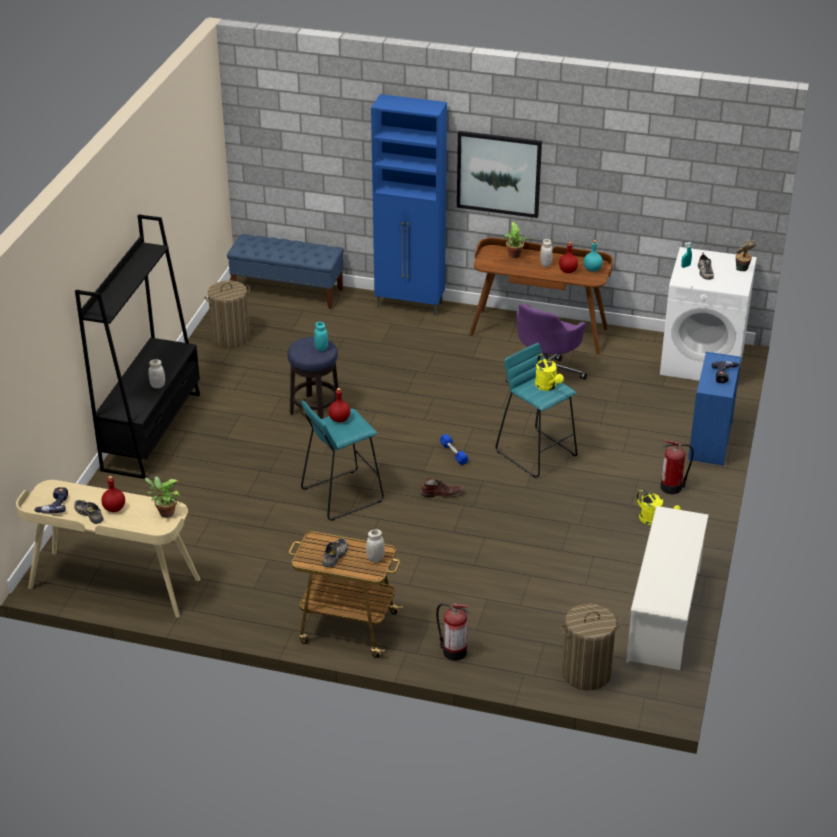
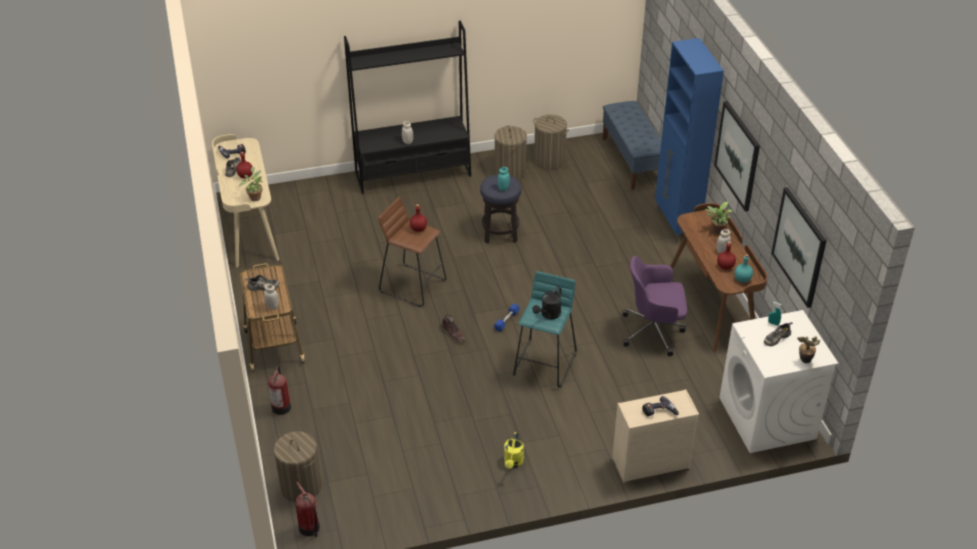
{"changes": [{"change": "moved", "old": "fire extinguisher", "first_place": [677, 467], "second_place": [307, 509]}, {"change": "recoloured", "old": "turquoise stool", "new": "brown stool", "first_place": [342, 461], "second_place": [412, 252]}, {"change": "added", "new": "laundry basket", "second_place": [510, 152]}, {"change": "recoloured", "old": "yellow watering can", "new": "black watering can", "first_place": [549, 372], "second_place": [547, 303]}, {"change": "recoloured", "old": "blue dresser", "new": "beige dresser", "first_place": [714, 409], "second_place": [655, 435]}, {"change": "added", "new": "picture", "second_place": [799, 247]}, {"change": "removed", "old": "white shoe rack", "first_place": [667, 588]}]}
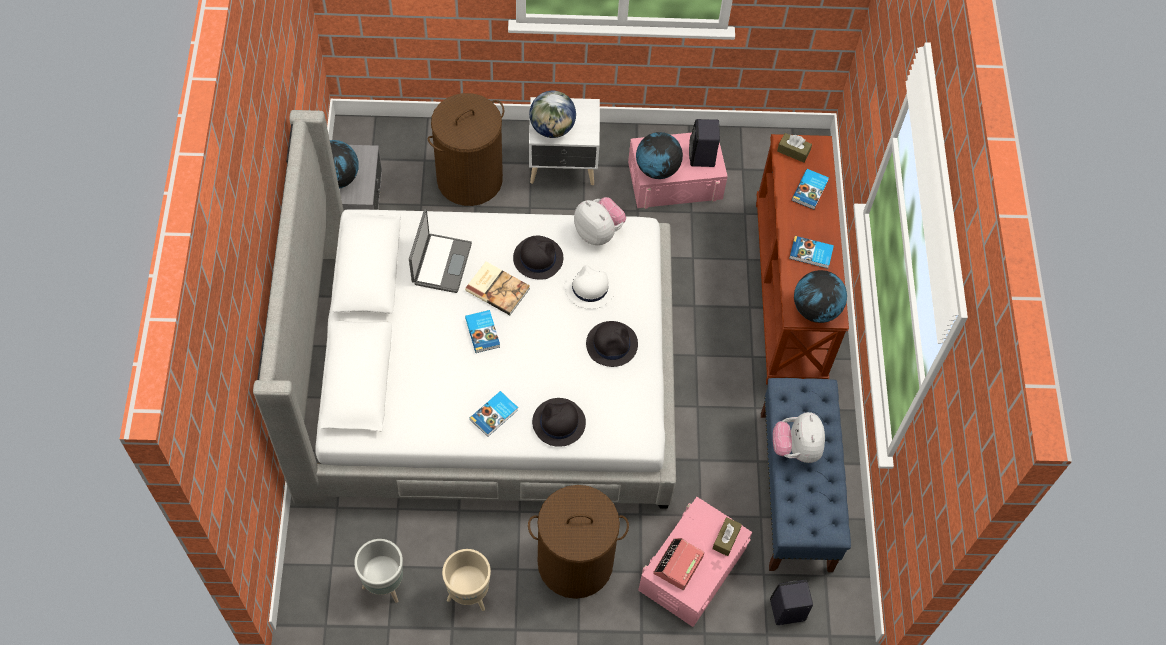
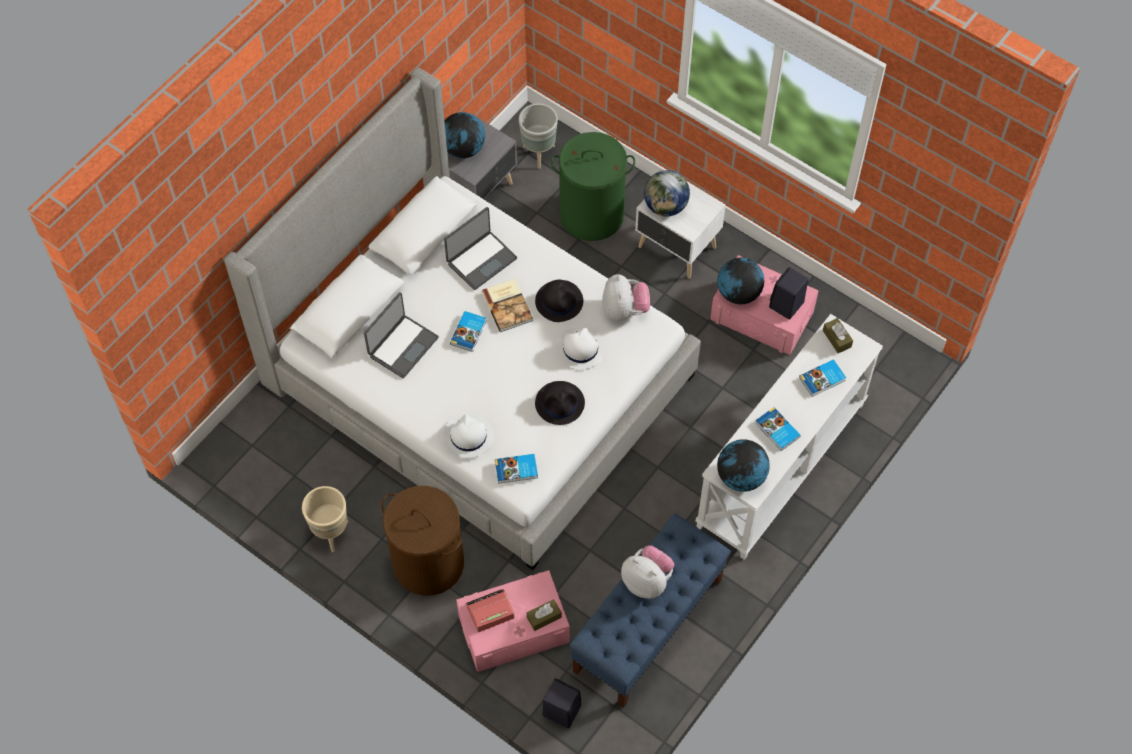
{"changes": [{"change": "added", "new": "laptop", "second_place": [401, 335]}, {"change": "recoloured", "old": "black hat", "new": "white hat", "first_place": [559, 422], "second_place": [468, 435]}, {"change": "moved", "old": "book", "first_place": [494, 414], "second_place": [516, 469]}, {"change": "moved", "old": "grey planter", "first_place": [378, 571], "second_place": [538, 136]}, {"change": "recoloured", "old": "brown laundry basket", "new": "green laundry basket", "first_place": [466, 149], "second_place": [593, 186]}, {"change": "turned", "old": "plush toy", "first_place": [799, 437], "second_place": [647, 572], "degrees": 90}, {"change": "recoloured", "old": "brown console table", "new": "white console table", "first_place": [802, 259], "second_place": [789, 437]}]}
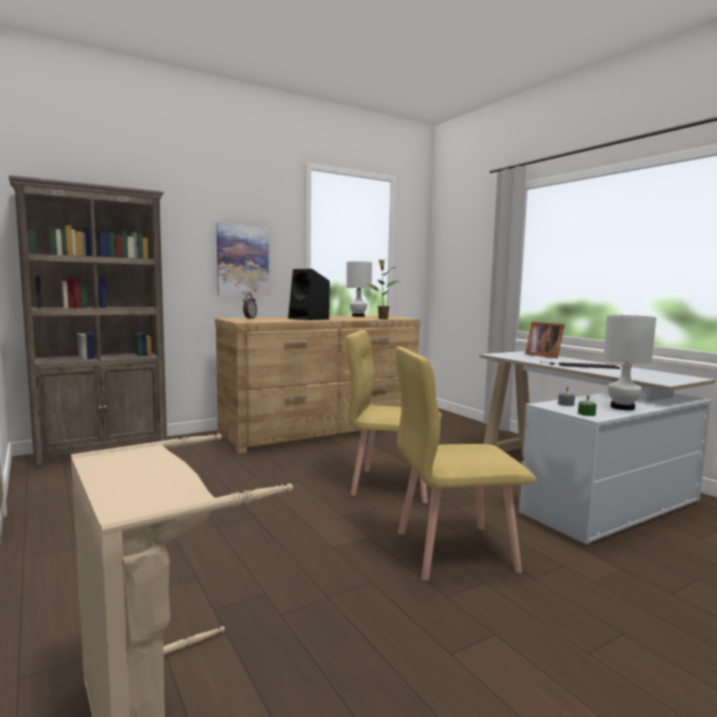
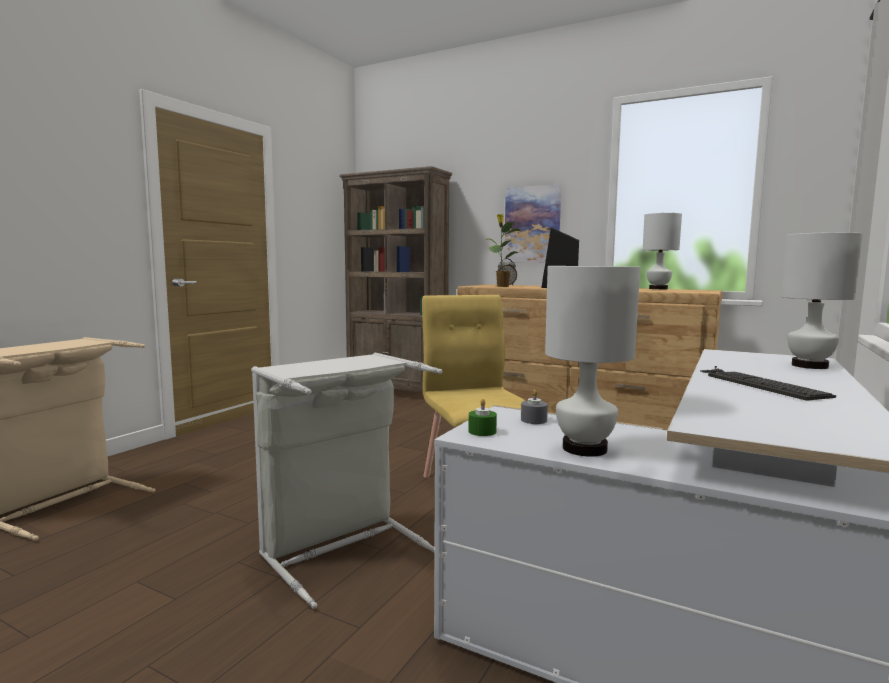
{"changes": [{"change": "replaced", "old": "yellow chair", "new": "grey laundry basket", "first_place": [466, 464], "second_place": [347, 481]}, {"change": "moved", "old": "potted plant", "first_place": [382, 289], "second_place": [503, 250]}, {"change": "replaced", "old": "picture frame", "new": "white table lamp", "first_place": [545, 340], "second_place": [822, 300]}]}
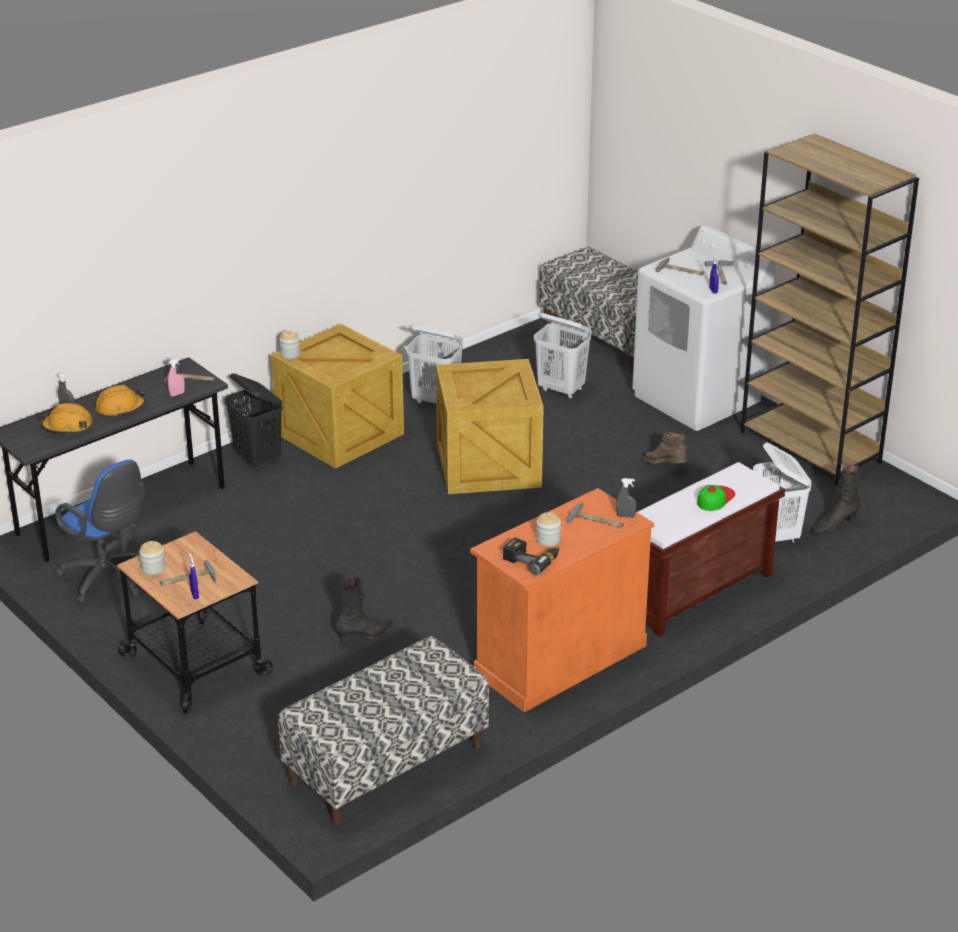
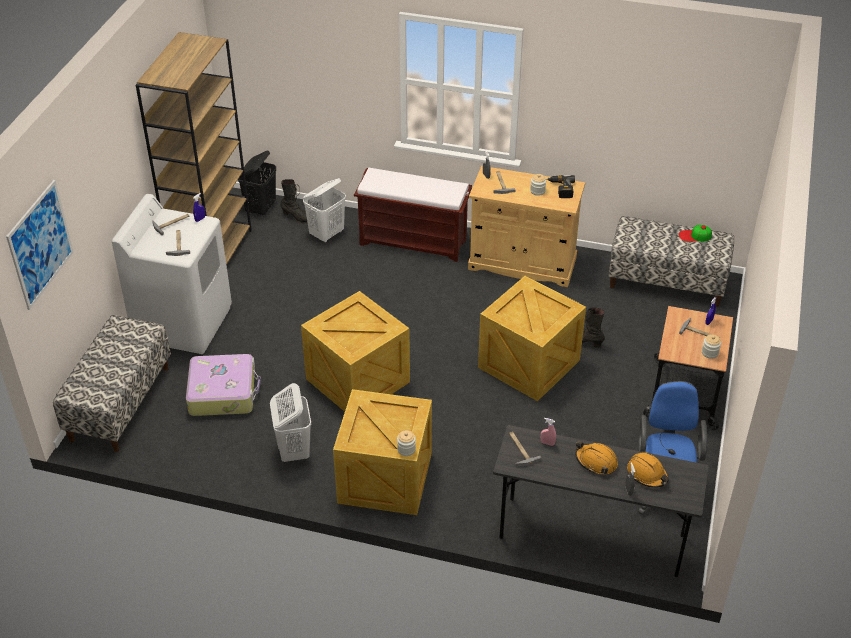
{"changes": [{"change": "added", "new": "picture", "second_place": [40, 245]}, {"change": "replaced", "old": "white laundry basket", "new": "suitcase", "first_place": [562, 356], "second_place": [223, 385]}, {"change": "moved", "old": "black laundry basket", "first_place": [253, 421], "second_place": [257, 183]}, {"change": "recoloured", "old": "orange cabinet", "new": "beige cabinet", "first_place": [562, 600], "second_place": [526, 226]}, {"change": "added", "new": "crate", "second_place": [532, 338]}, {"change": "moved", "old": "cap", "first_place": [716, 498], "second_place": [695, 233]}, {"change": "removed", "old": "brown boot", "first_place": [665, 447]}]}
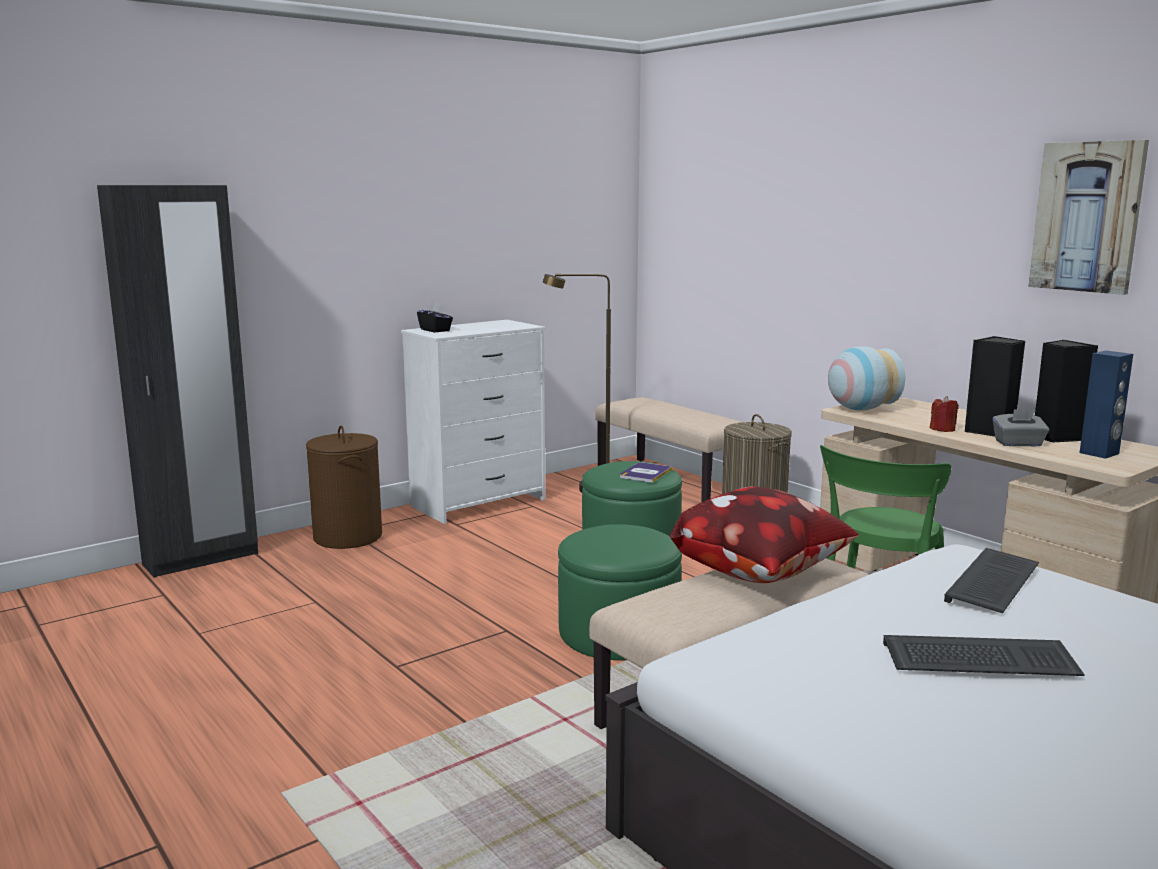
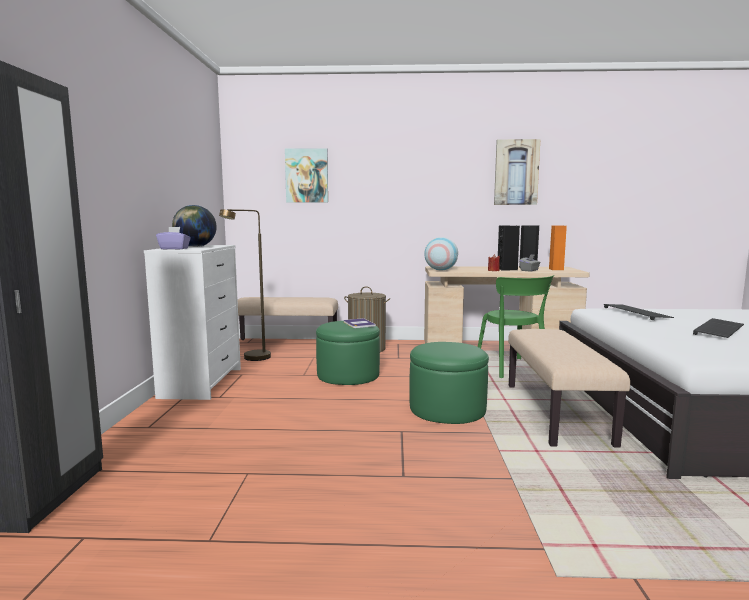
{"changes": [{"change": "recoloured", "old": "black tissue box", "new": "purple tissue box", "first_place": [435, 317], "second_place": [173, 238]}, {"change": "added", "new": "globe", "second_place": [194, 226]}, {"change": "added", "new": "picture", "second_place": [306, 175]}, {"change": "recoloured", "old": "blue speaker", "new": "orange speaker", "first_place": [1106, 405], "second_place": [558, 248]}, {"change": "removed", "old": "brown laundry basket", "first_place": [344, 487]}, {"change": "removed", "old": "pillow", "first_place": [764, 534]}]}
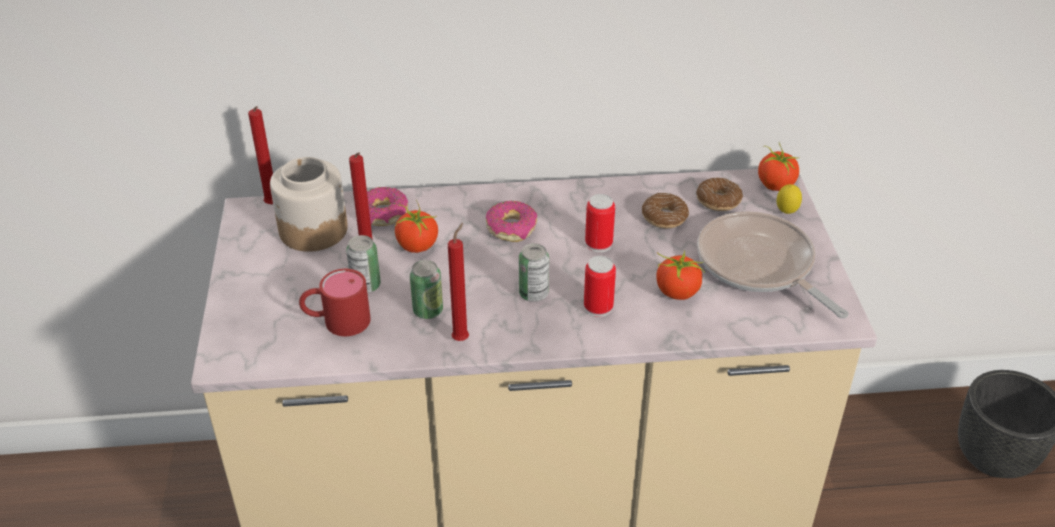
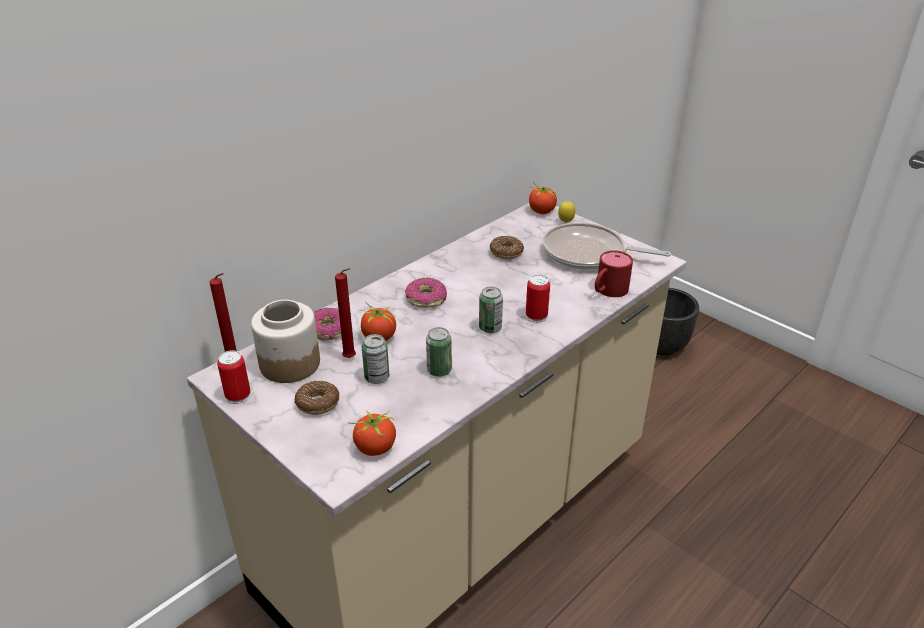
{"changes": [{"change": "moved", "old": "can", "first_place": [600, 223], "second_place": [234, 377]}, {"change": "moved", "old": "donut", "first_place": [719, 194], "second_place": [317, 398]}, {"change": "moved", "old": "tomato", "first_place": [680, 275], "second_place": [372, 433]}, {"change": "moved", "old": "red mug", "first_place": [335, 302], "second_place": [614, 274]}, {"change": "removed", "old": "red candle", "first_place": [458, 282]}]}
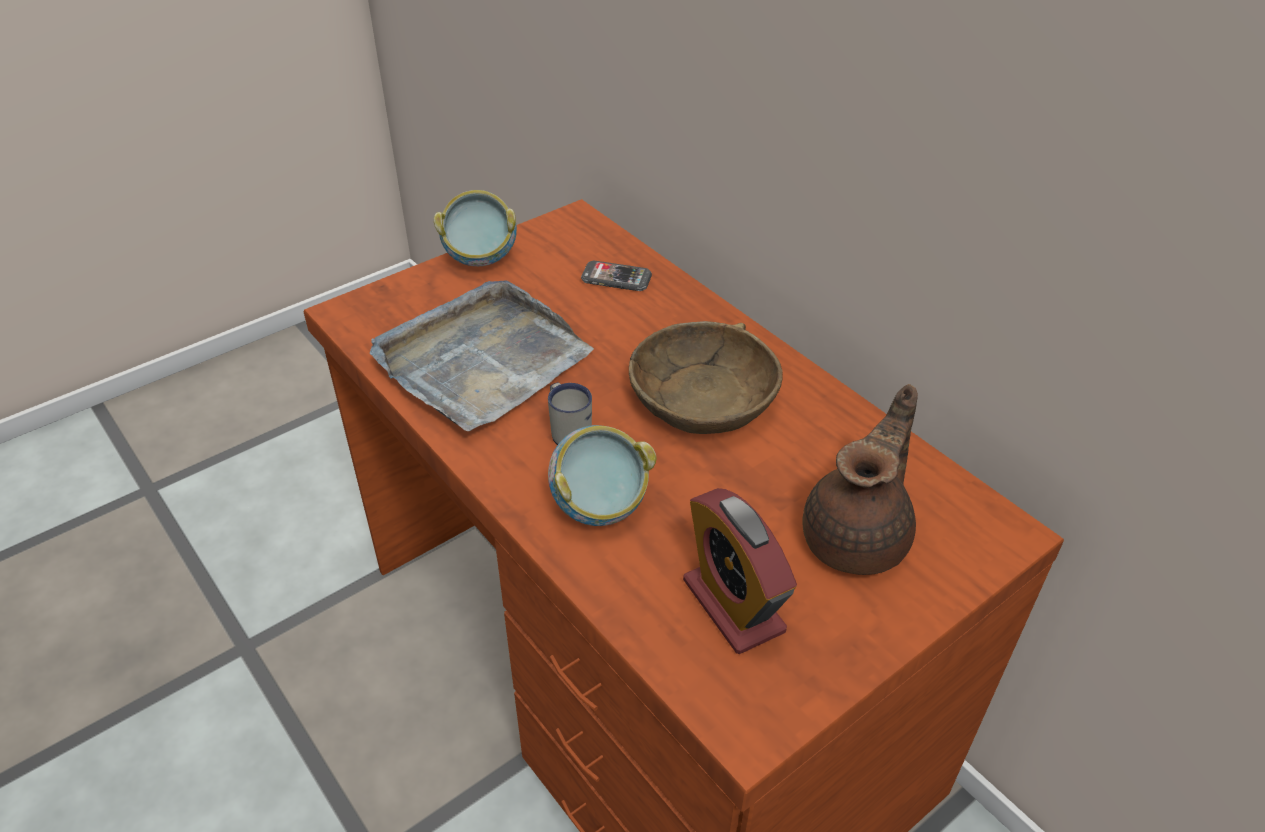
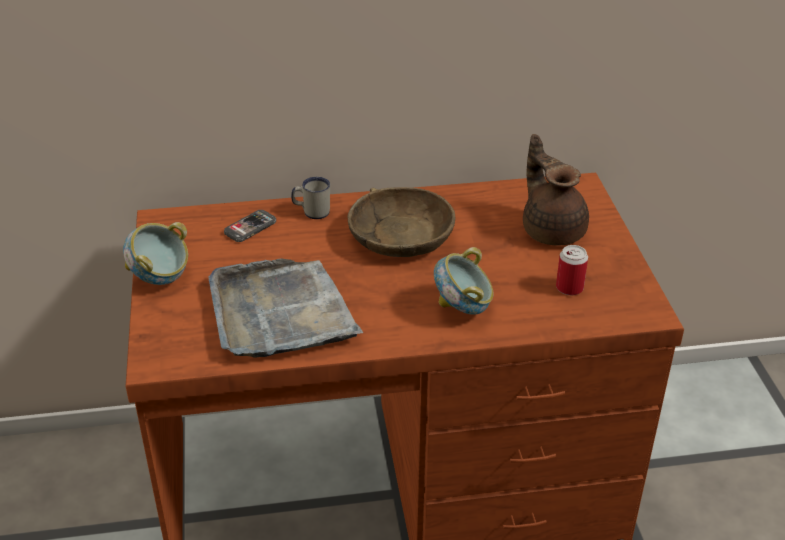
{"changes": [{"change": "moved", "old": "white mug", "first_place": [570, 413], "second_place": [310, 198]}, {"change": "replaced", "old": "alarm clock", "new": "can", "first_place": [740, 571], "second_place": [572, 270]}]}
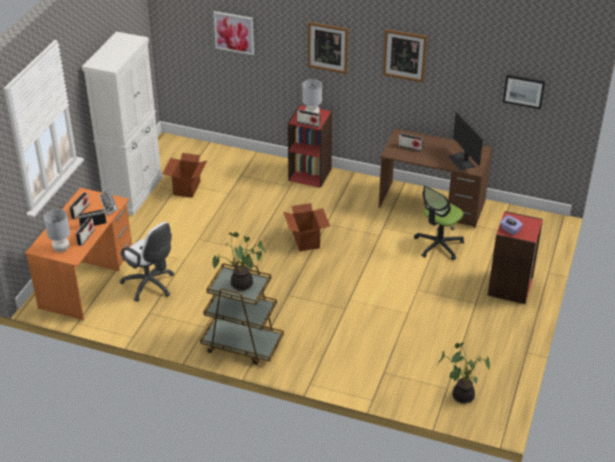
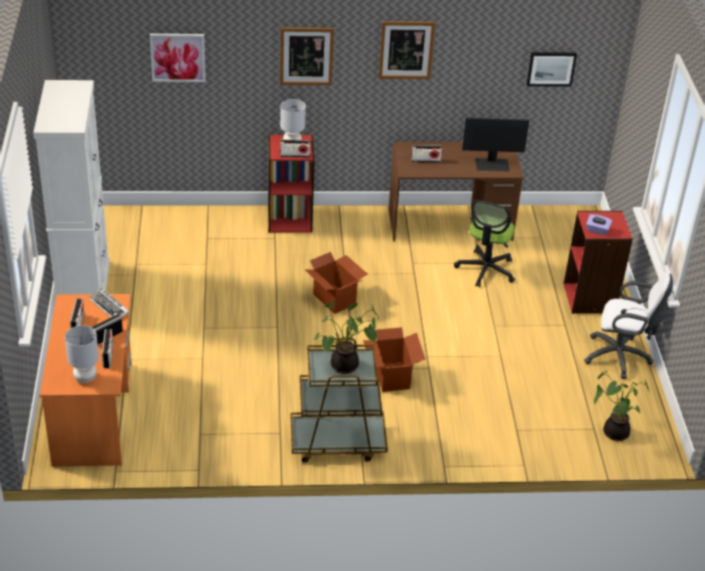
{"changes": [{"change": "moved", "old": "cardboard box", "first_place": [184, 175], "second_place": [394, 359]}, {"change": "turned", "old": "monitor", "first_place": [465, 141], "second_place": [495, 145], "degrees": -45}, {"change": "moved", "old": "white office chair", "first_place": [147, 262], "second_place": [628, 325]}]}
